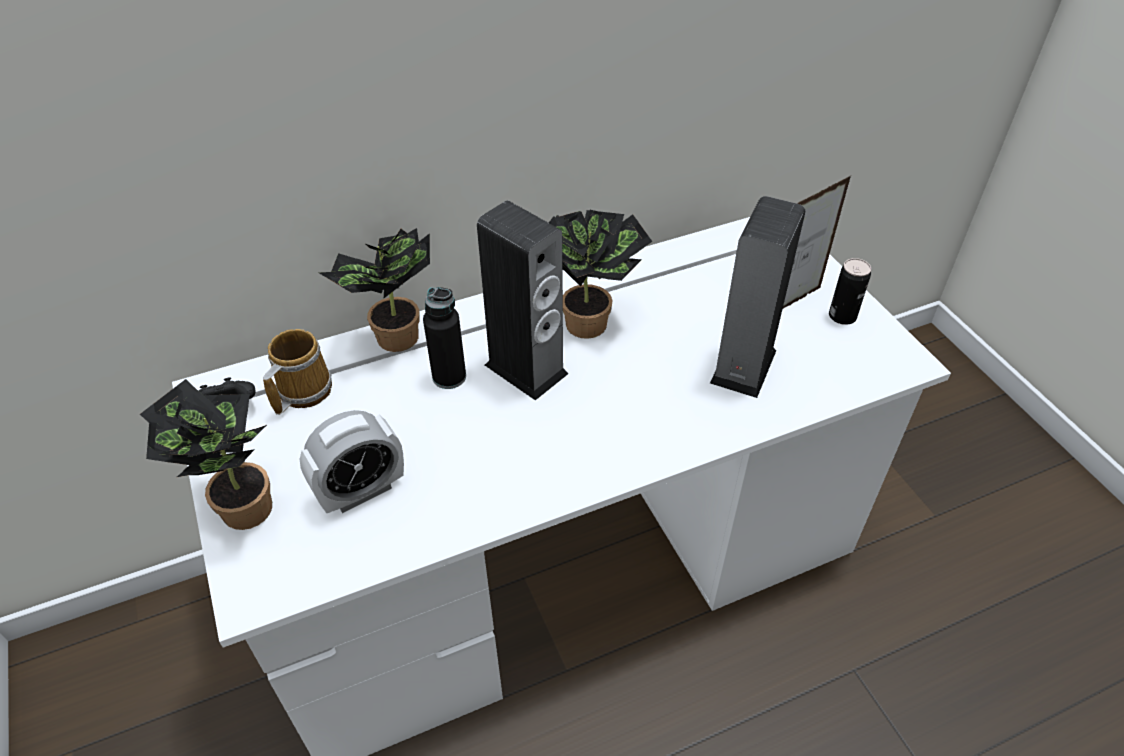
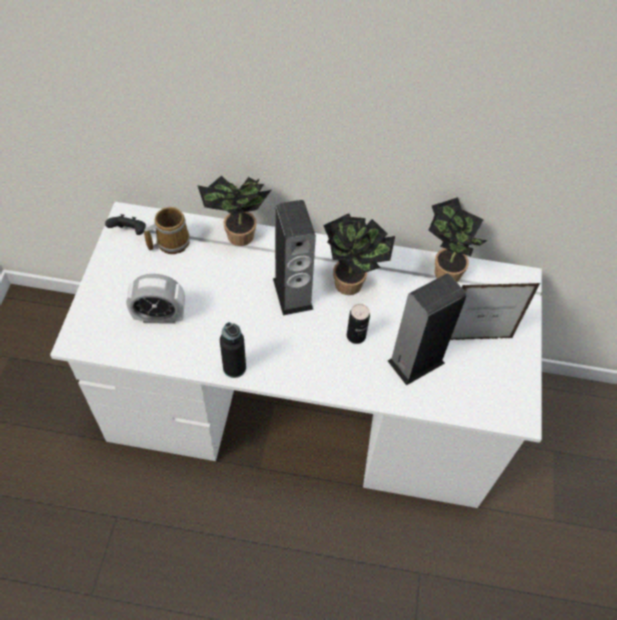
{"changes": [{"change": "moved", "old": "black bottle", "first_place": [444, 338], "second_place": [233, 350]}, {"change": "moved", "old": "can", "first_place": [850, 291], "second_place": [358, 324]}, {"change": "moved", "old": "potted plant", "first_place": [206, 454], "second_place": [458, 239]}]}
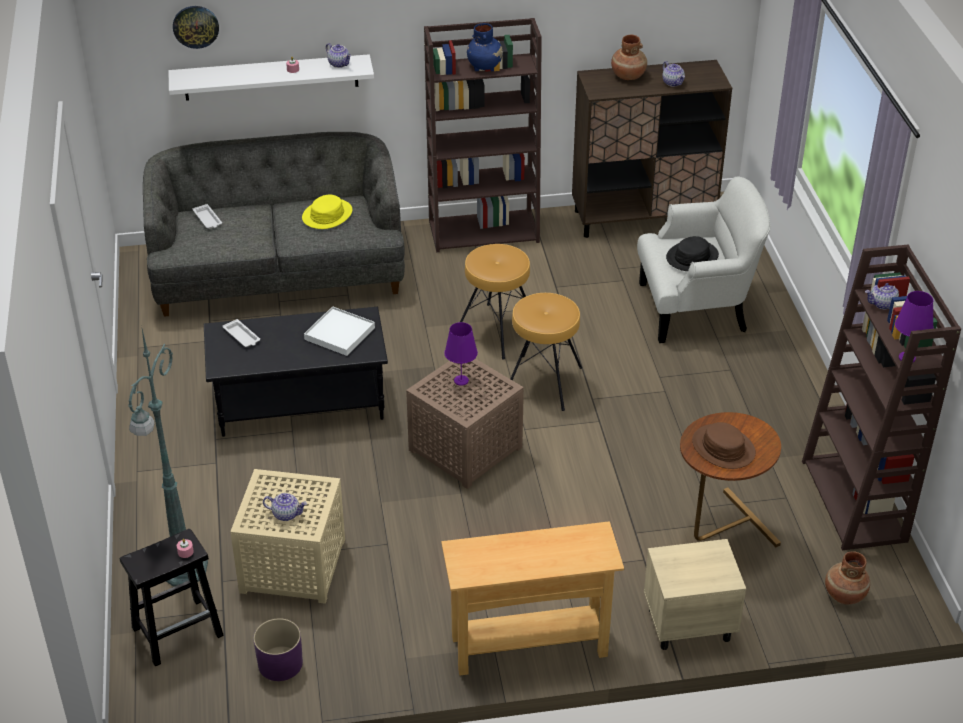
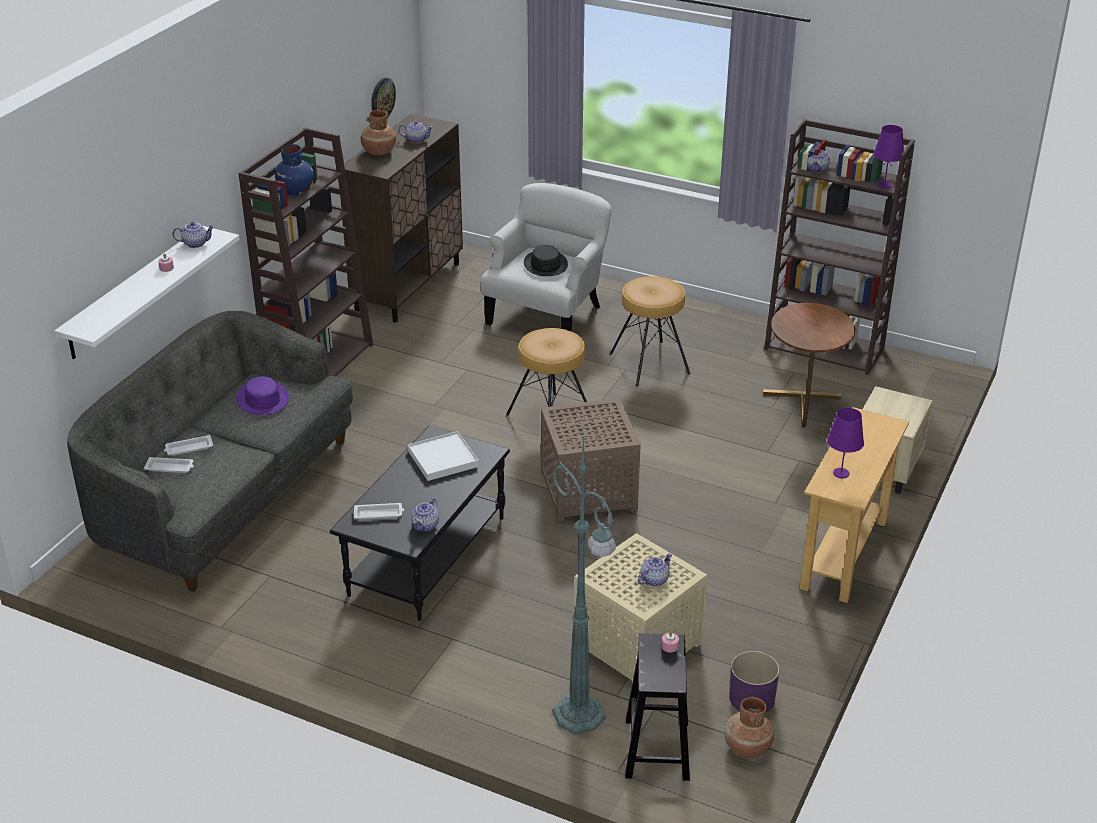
{"changes": [{"change": "added", "new": "white tray", "second_place": [188, 445]}, {"change": "recoloured", "old": "yellow hat", "new": "purple hat", "first_place": [327, 212], "second_place": [262, 395]}, {"change": "moved", "old": "wall clock", "first_place": [196, 27], "second_place": [383, 96]}, {"change": "added", "new": "teapot", "second_place": [425, 514]}, {"change": "moved", "old": "brown stool", "first_place": [495, 302], "second_place": [650, 331]}, {"change": "moved", "old": "brown vase", "first_place": [847, 577], "second_place": [749, 727]}, {"change": "moved", "old": "purple table lamp", "first_place": [461, 354], "second_place": [845, 443]}, {"change": "removed", "old": "brown hat", "first_place": [724, 445]}]}
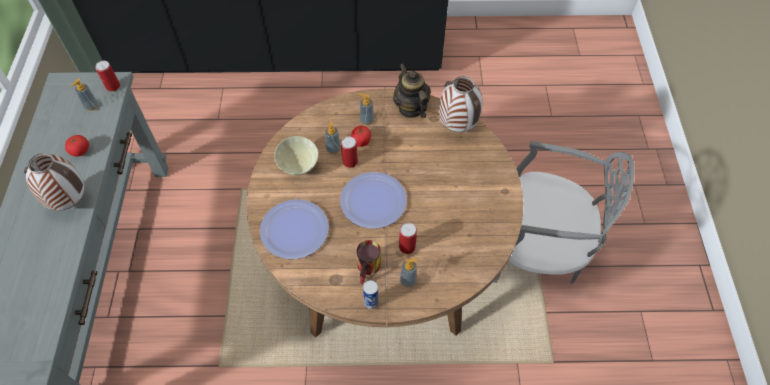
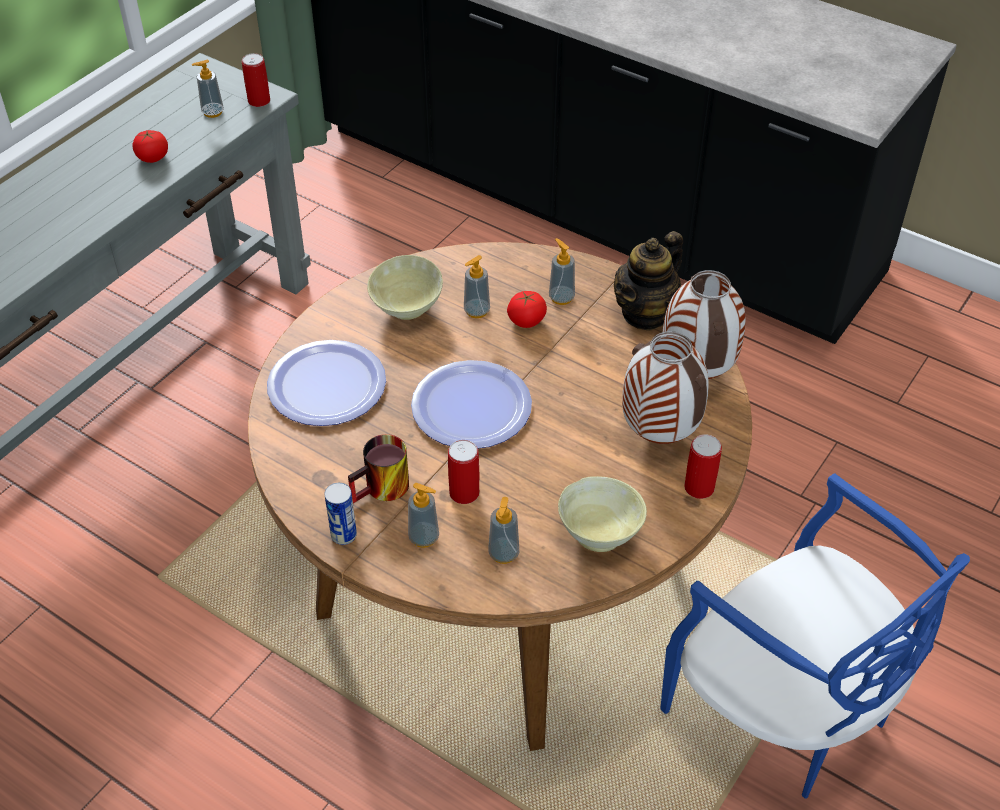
{"changes": [{"change": "added", "new": "soap dispenser", "second_place": [503, 530]}, {"change": "added", "new": "beige bowl", "second_place": [602, 514]}, {"change": "turned", "old": "teapot", "first_place": [412, 90], "second_place": [648, 281], "degrees": -150}, {"change": "moved", "old": "vase", "first_place": [54, 181], "second_place": [665, 387]}, {"change": "recoloured", "old": "grey chair", "new": "blue chair", "first_place": [563, 212], "second_place": [815, 636]}, {"change": "moved", "old": "can", "first_place": [349, 152], "second_place": [703, 466]}]}
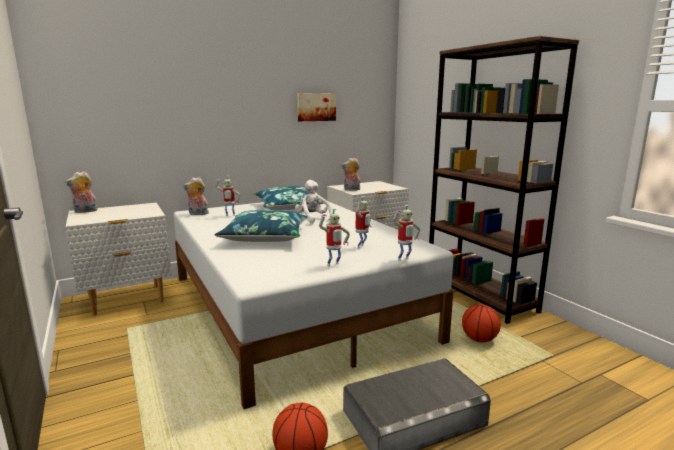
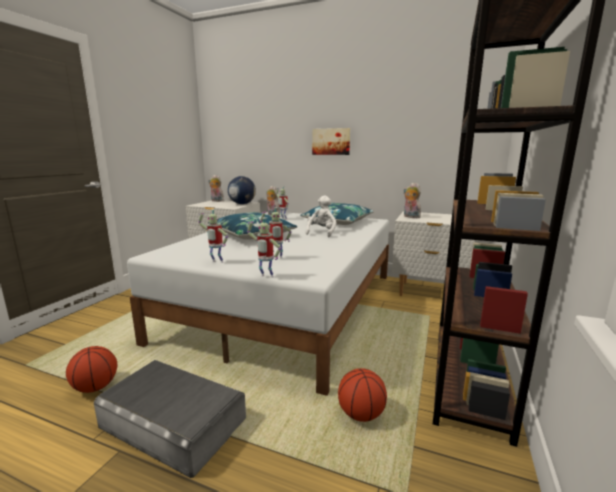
{"changes": [{"change": "added", "new": "globe", "second_place": [242, 190]}, {"change": "moved", "old": "picture", "first_place": [316, 107], "second_place": [331, 141]}]}
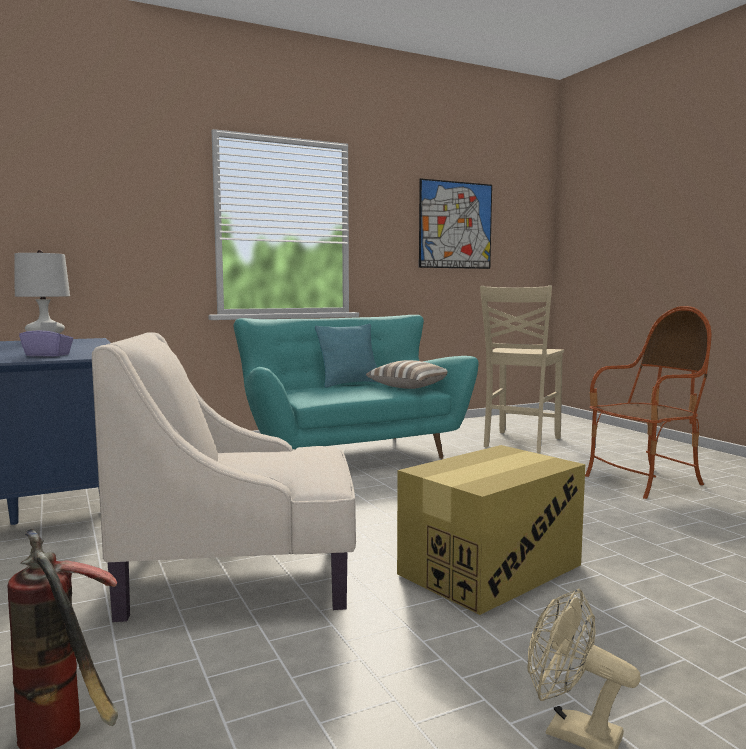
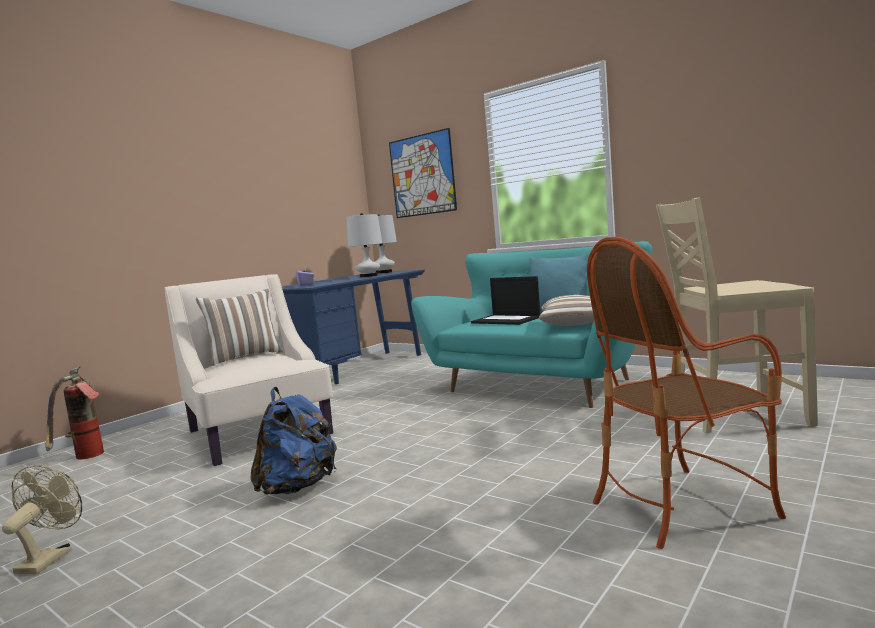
{"changes": [{"change": "added", "new": "pillow", "second_place": [239, 327]}, {"change": "replaced", "old": "cardboard box", "new": "blue backpack", "first_place": [491, 530], "second_place": [293, 441]}, {"change": "added", "new": "white table lamp", "second_place": [364, 245]}, {"change": "moved", "old": "picture", "first_place": [455, 223], "second_place": [423, 173]}, {"change": "added", "new": "laptop", "second_place": [506, 300]}, {"change": "turned", "old": "armchair", "first_place": [648, 402], "second_place": [686, 393], "degrees": 120}]}
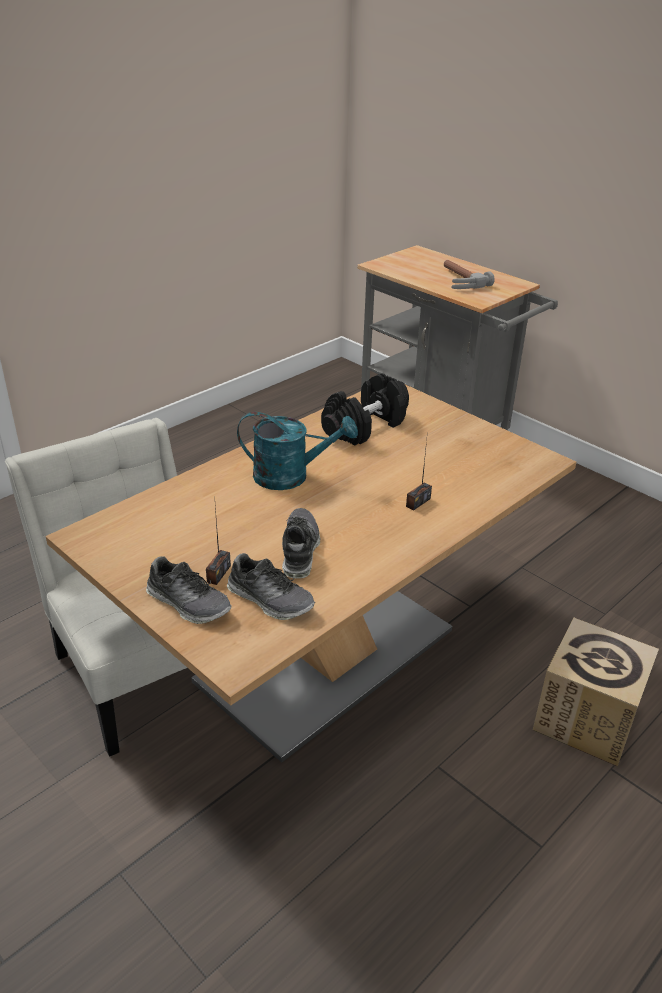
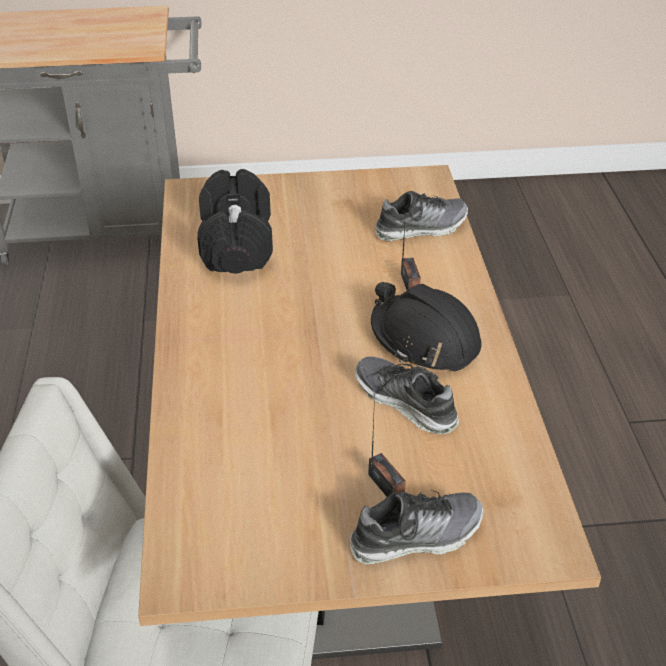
{"changes": [{"change": "added", "new": "black hard hat", "second_place": [426, 327]}, {"change": "moved", "old": "shoe", "first_place": [271, 586], "second_place": [422, 216]}, {"change": "removed", "old": "turquoise watering can", "first_place": [297, 451]}, {"change": "removed", "old": "hammer", "first_place": [469, 274]}, {"change": "removed", "old": "cardboard box", "first_place": [596, 692]}]}
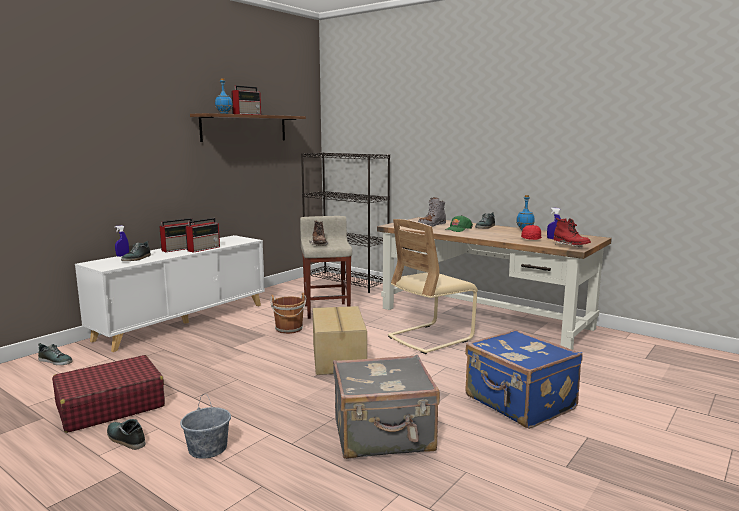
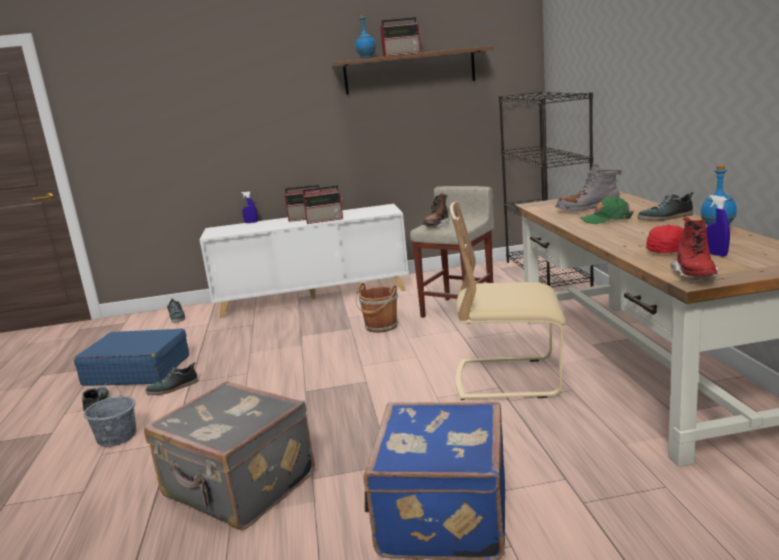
{"changes": [{"change": "recoloured", "old": "red suitcase", "new": "blue suitcase", "first_place": [108, 394], "second_place": [131, 357]}, {"change": "moved", "old": "shoe", "first_place": [136, 251], "second_place": [172, 378]}, {"change": "removed", "old": "cardboard box", "first_place": [340, 340]}]}
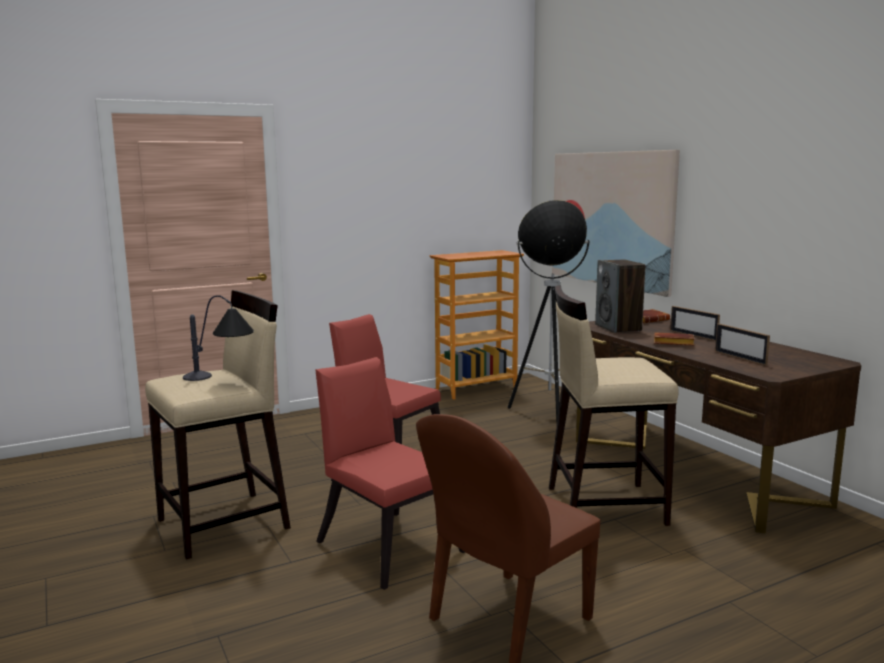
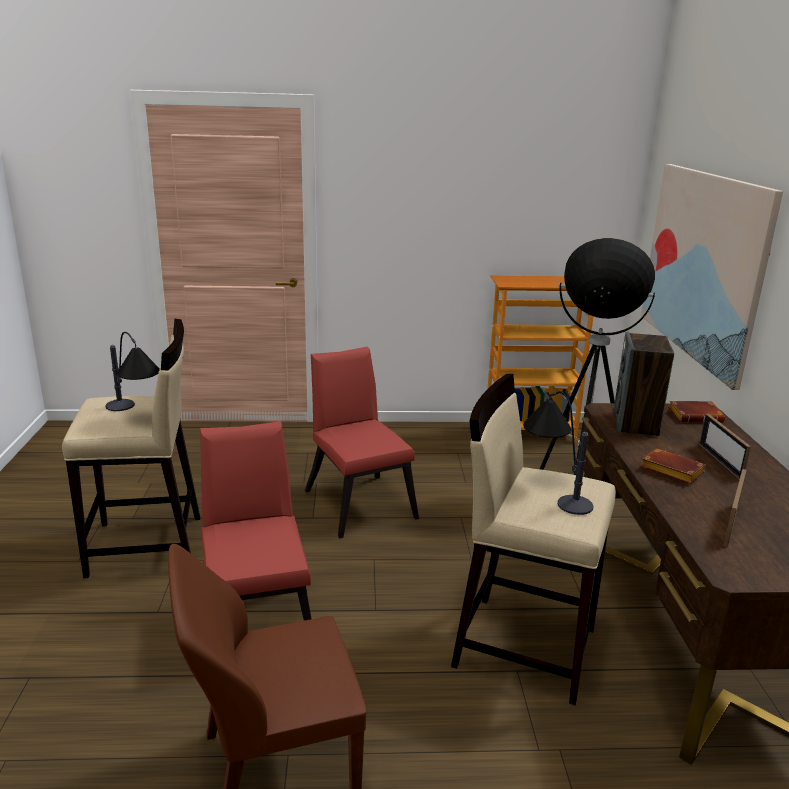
{"changes": [{"change": "added", "new": "table lamp", "second_place": [558, 453]}, {"change": "turned", "old": "picture frame", "first_place": [742, 344], "second_place": [735, 508], "degrees": -150}]}
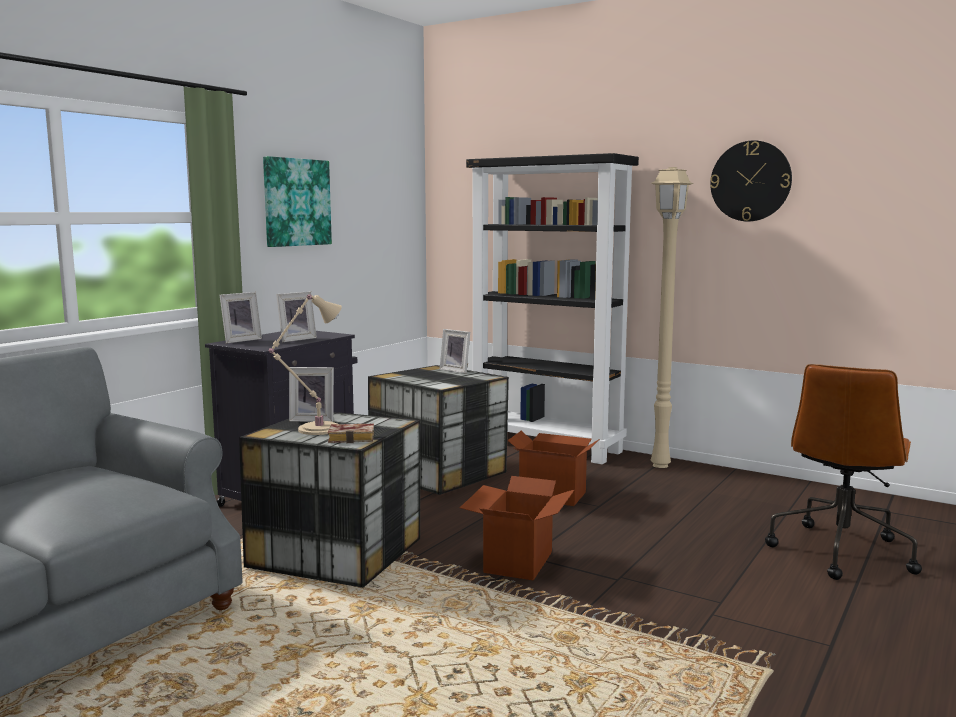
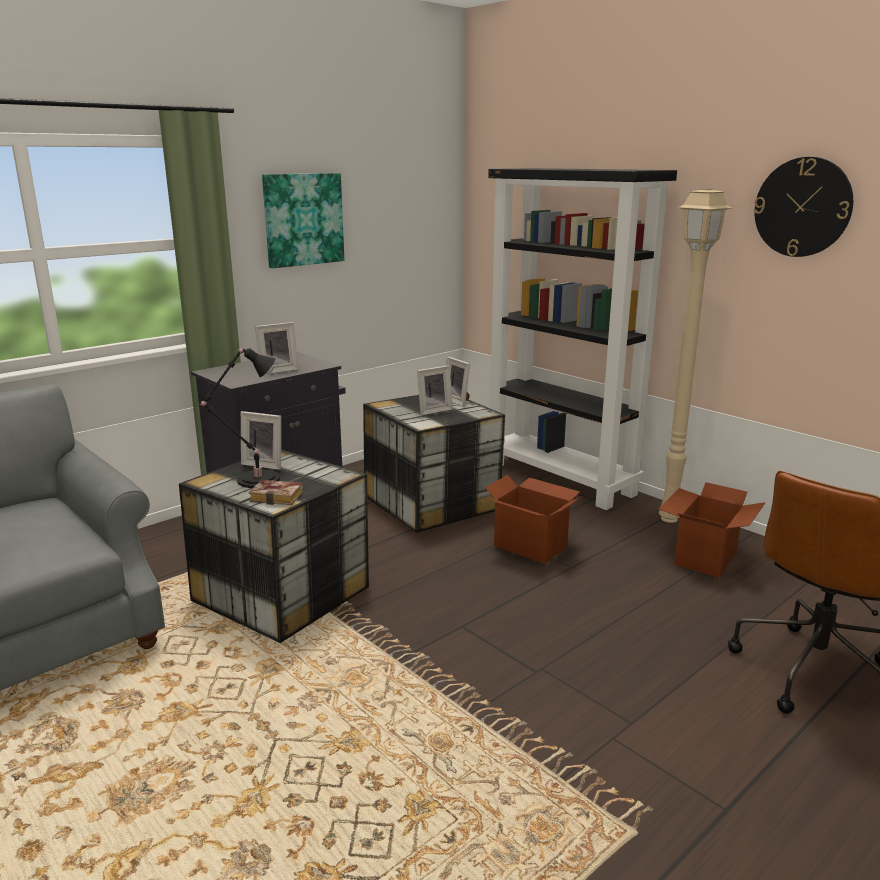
{"changes": [{"change": "recoloured", "old": "beige table lamp", "new": "black table lamp", "first_place": [305, 364], "second_place": [239, 418]}, {"change": "moved", "old": "picture frame", "first_place": [241, 317], "second_place": [435, 390]}, {"change": "moved", "old": "cardboard box", "first_place": [517, 528], "second_place": [712, 530]}]}
